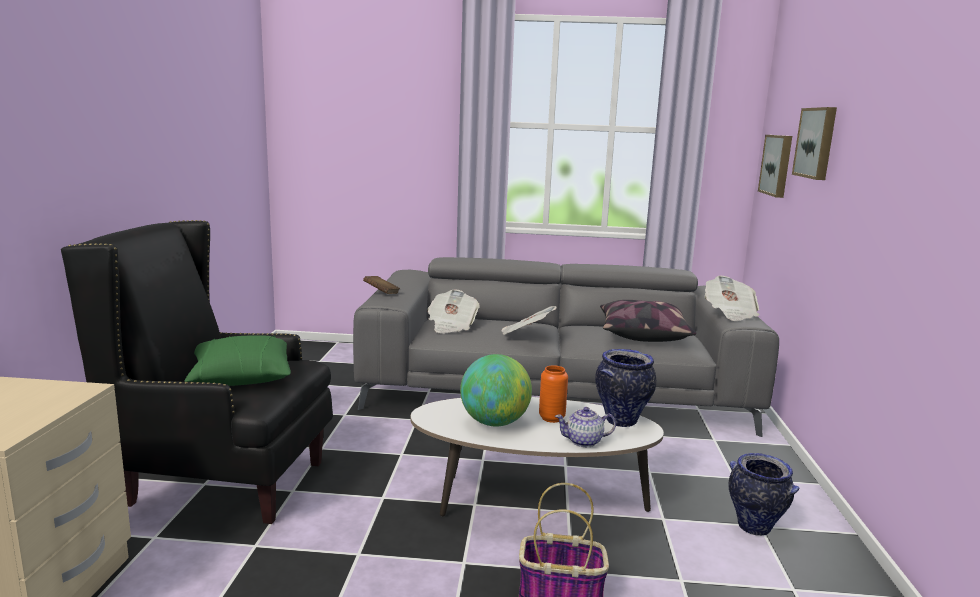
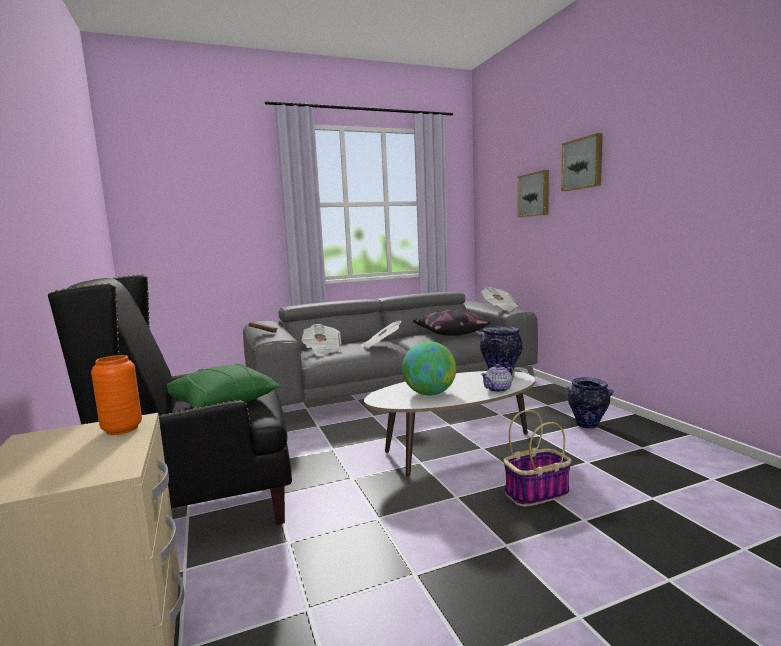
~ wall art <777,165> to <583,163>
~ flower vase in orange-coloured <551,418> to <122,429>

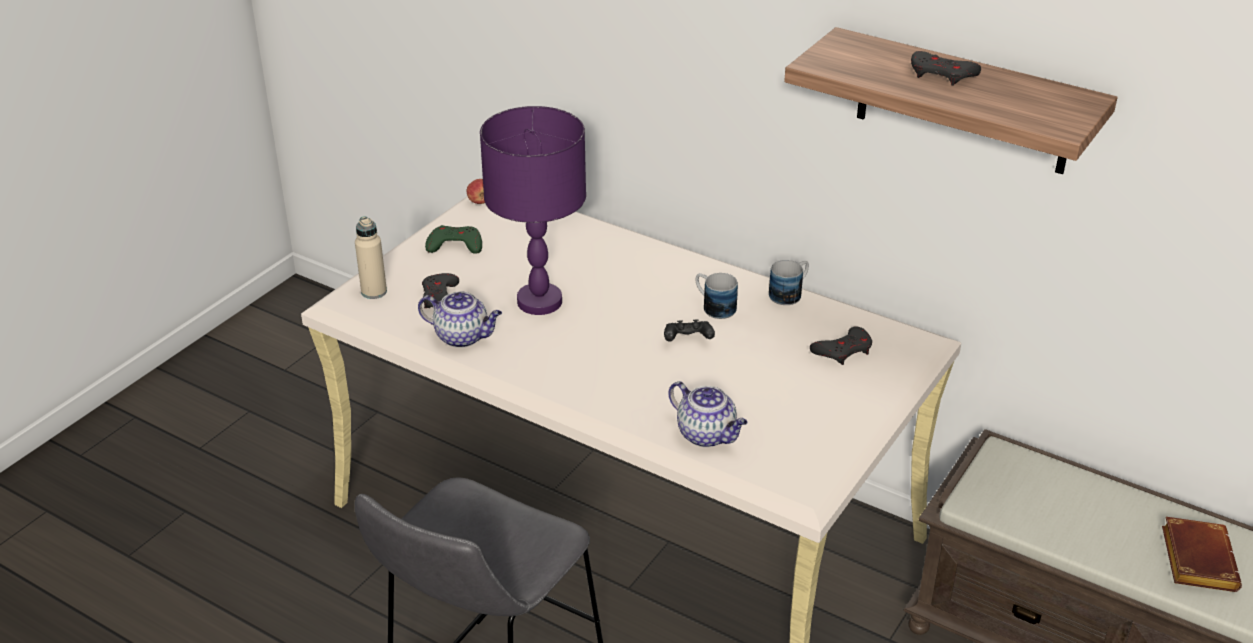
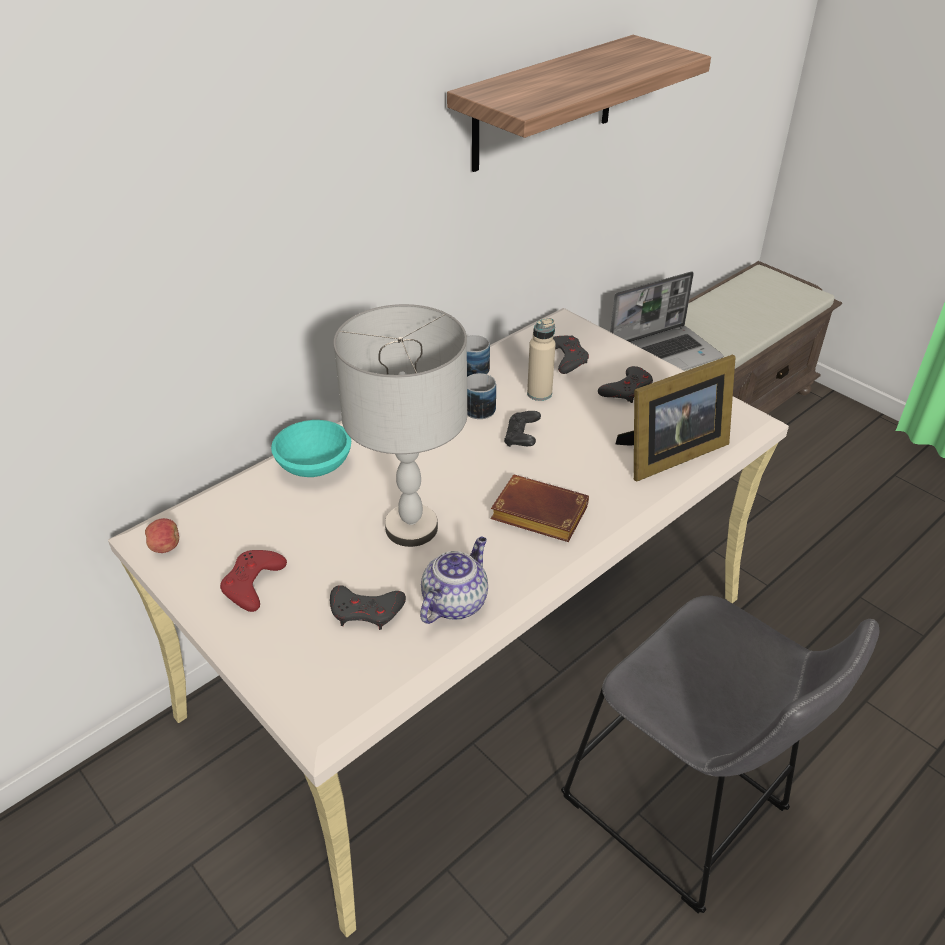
~ gamepad in grey <941,74> to <627,389>
~ tabletop lamp in purplish <540,302> to tabletop lamp in grey <412,527>
~ beverage bottle in sand-coloured <374,292> to <539,393>
~ gamepad in green <455,245> to gamepad in red-coloured <252,583>
~ tea pot <707,435> to photo frame <669,454>
~ book in brown-coloured <1195,558> to <536,515>
+ portable computer <665,354>
+ deep dish in turquoise <316,465>

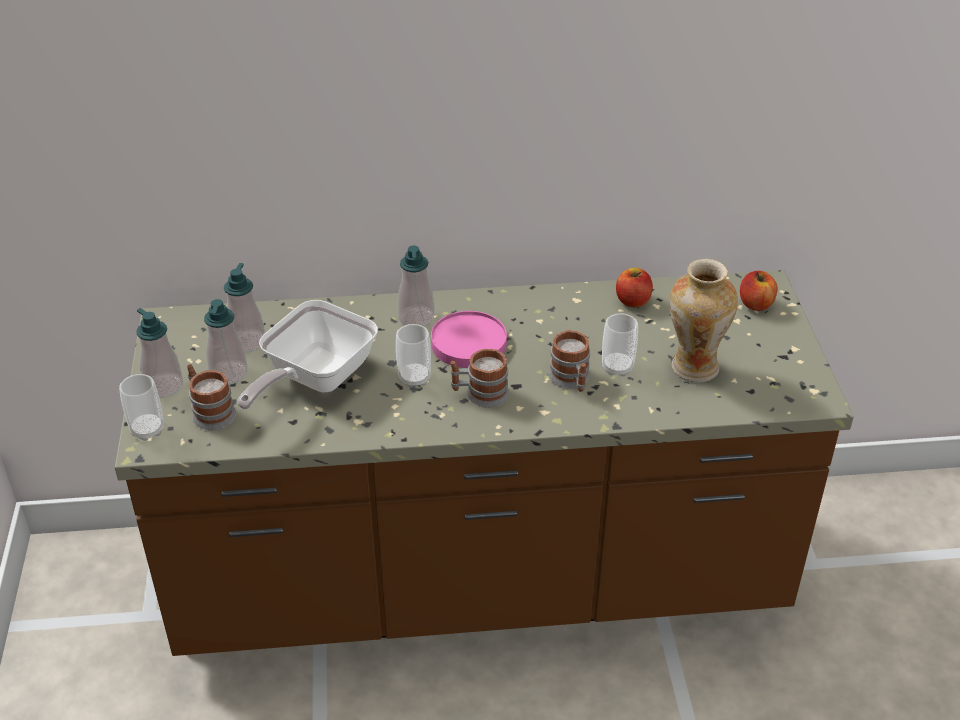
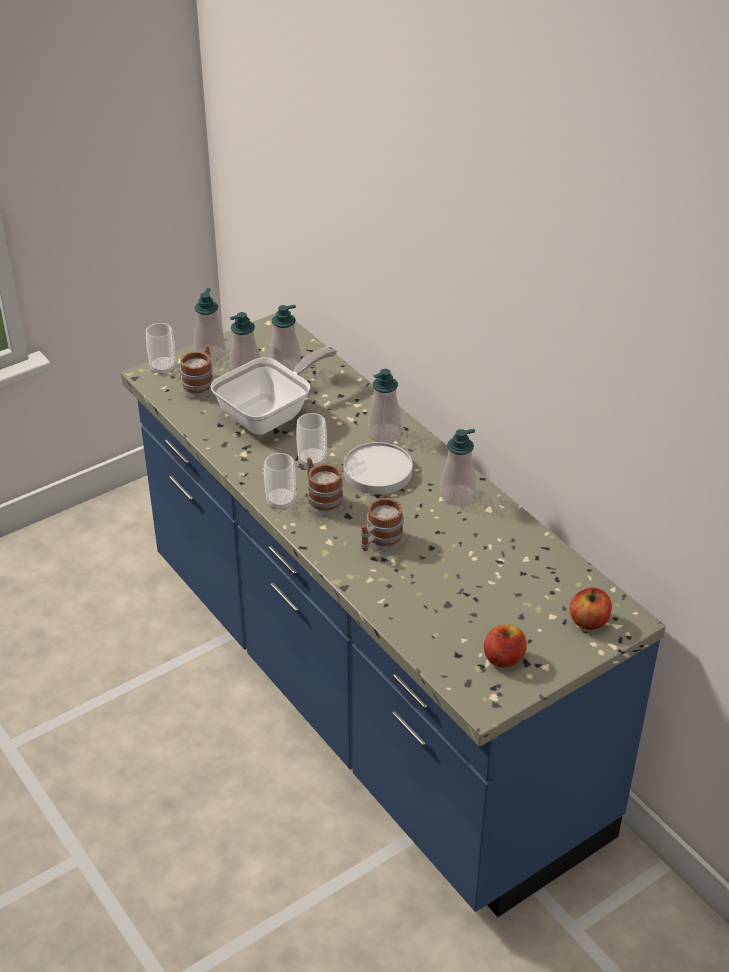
- flower vase <693,368>
~ whole apple <632,301> to <503,658>
~ kitchen base unit in brown-coloured <480,584> to kitchen base unit in bluish <364,695>
~ pan <313,379> = <271,415> 135 degrees clockwise
~ dinner plate in pink-coloured <469,343> to dinner plate in white <377,472>
~ small cup <617,367> to <281,502>
+ liquid soap bottle <457,496>

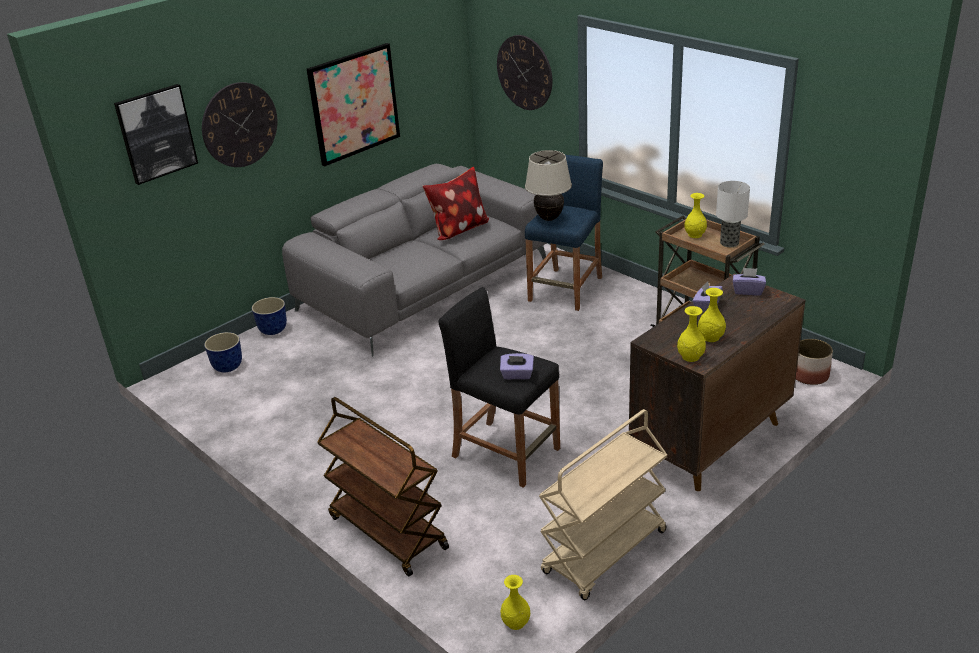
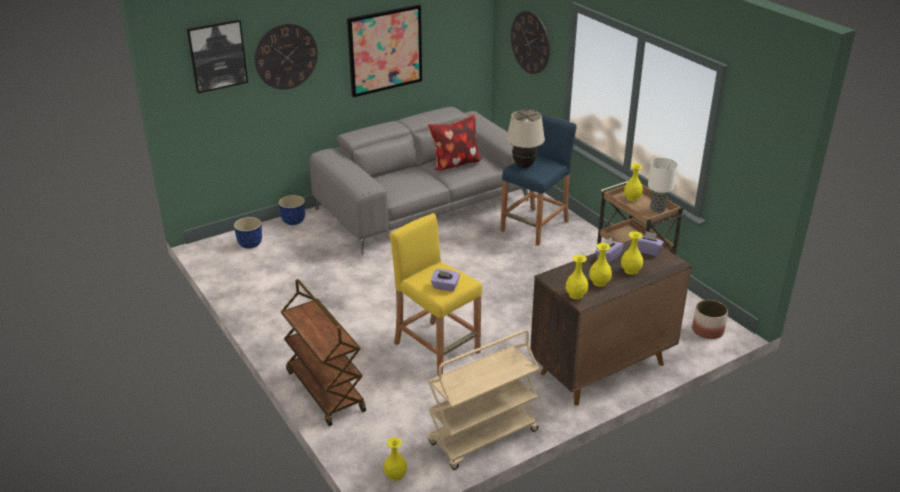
~ stool seat in blackish <506,452> to stool seat in yellow-coloured <436,348>
+ flower vase in yellow-coloured <630,270>

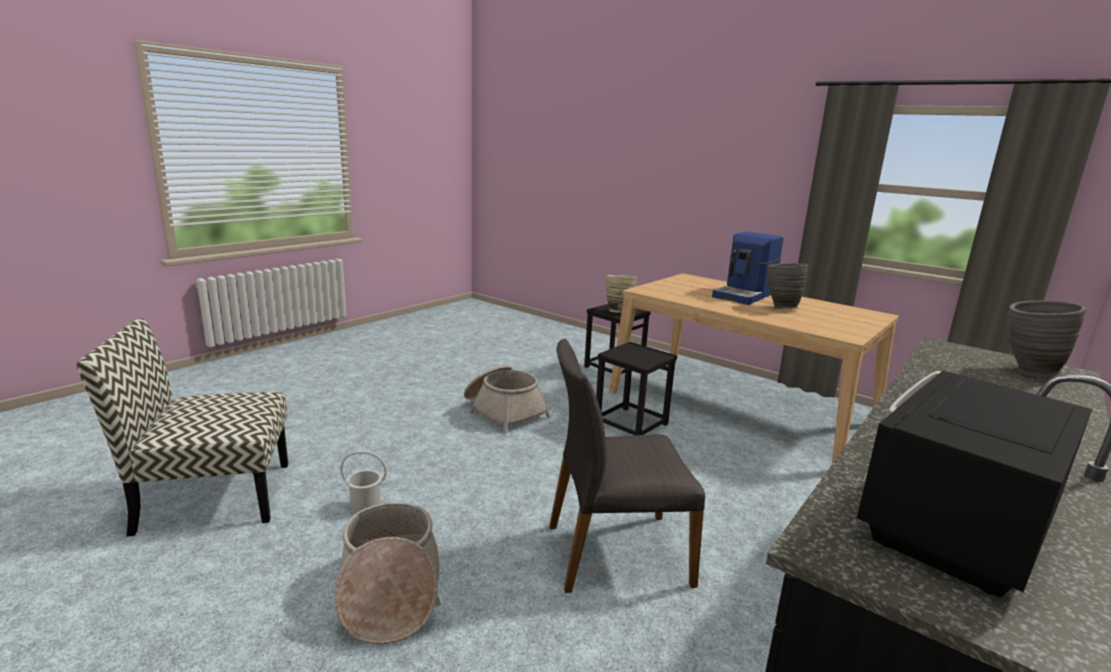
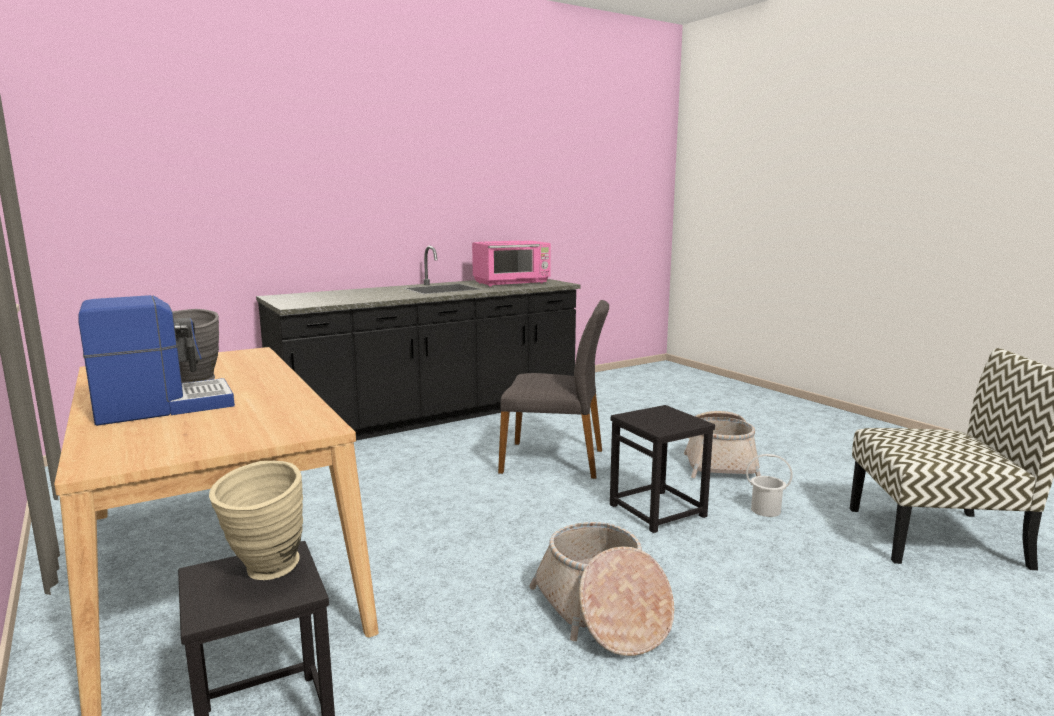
- flower vase in grey <1026,372>
~ stool seat in blackish <630,424> to <658,510>
~ microwave in blackish <953,527> to microwave in pink-coloured <512,283>

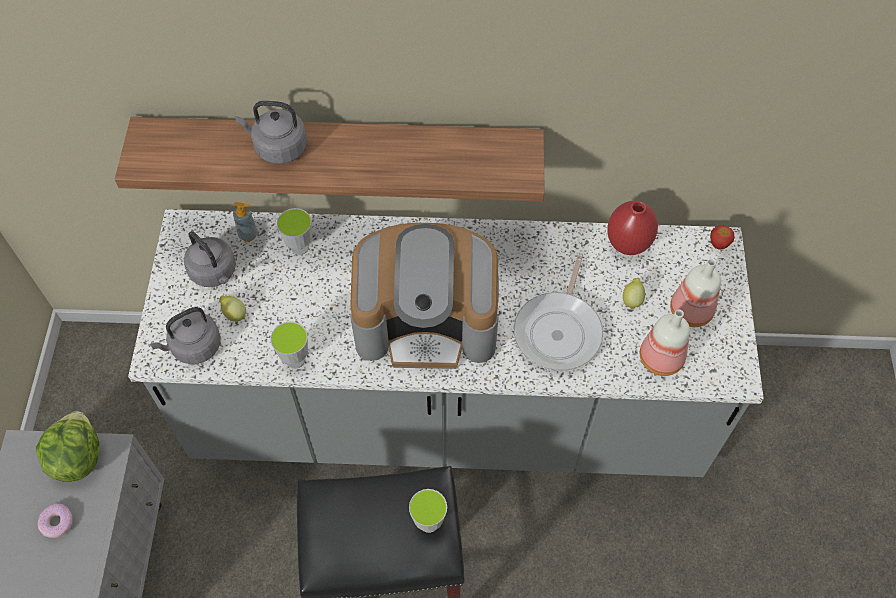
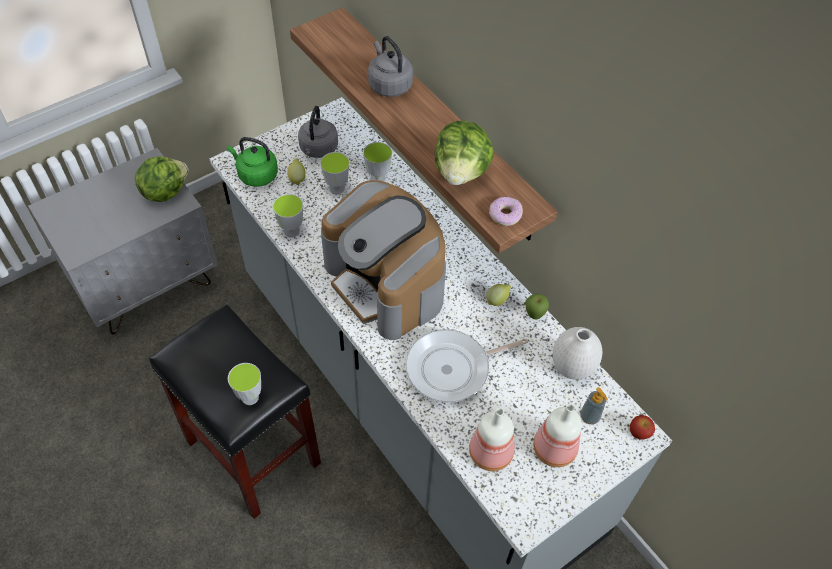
~ flower vase in red-coloured <628,245> to flower vase in white <572,368>
~ liquid soap bottle <248,234> to <589,416>
~ lemon <632,299> to <497,300>
~ water kettle in grey <194,347> to water kettle in green <256,175>
~ doughnut <57,523> to <505,215>
+ lettuce head <461,172>
+ small cup <337,188>
+ whole apple <534,316>

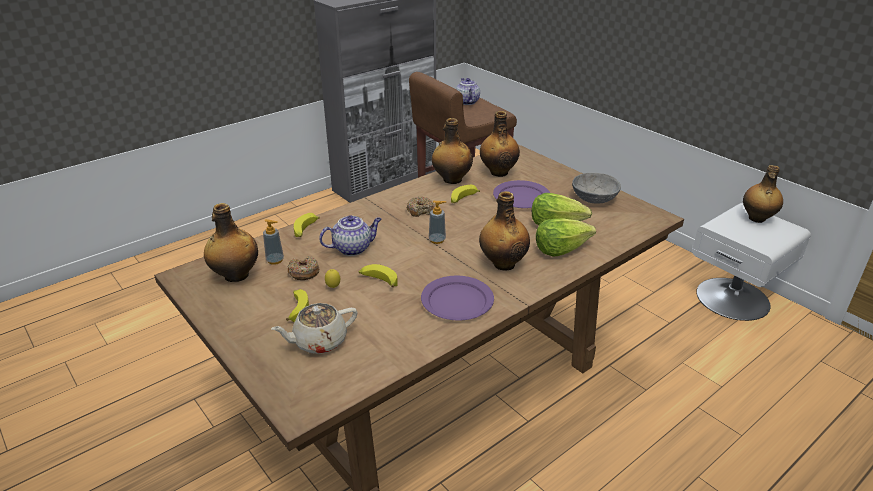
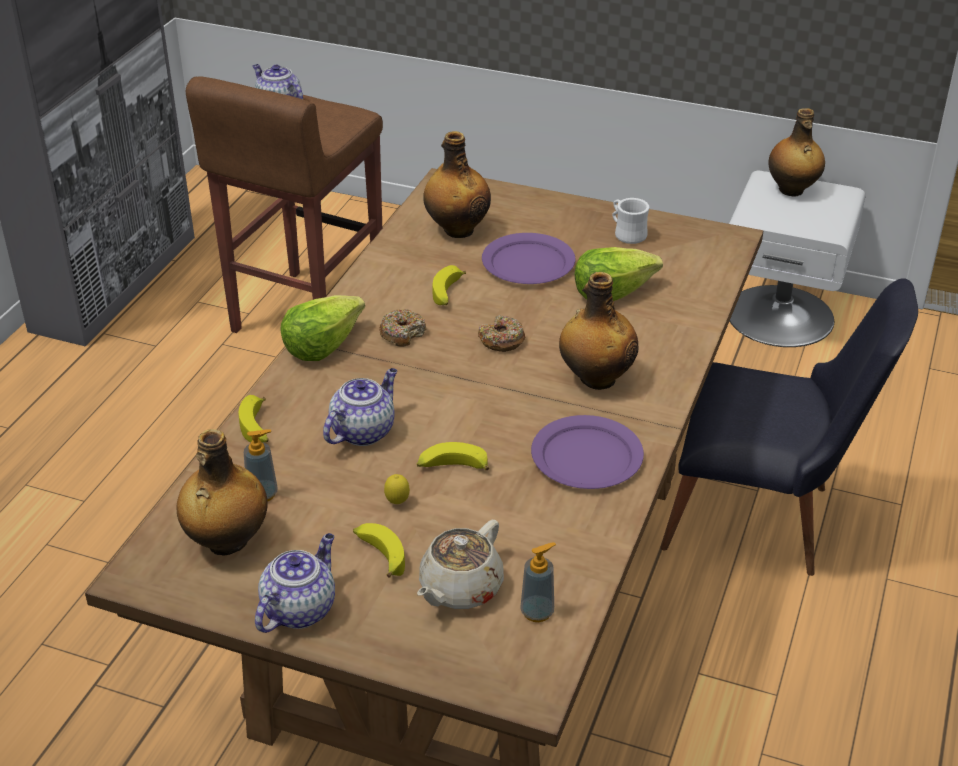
- beverage bottle <451,180>
~ deep dish in grey <593,198> to tea mug in white <627,234>
~ liquid soap bottle <437,240> to <537,612>
~ lettuce head <560,249> to <322,345>
~ doughnut <303,272> to <501,340>
+ upright chair in blackish <764,522>
+ tea pot <299,608>

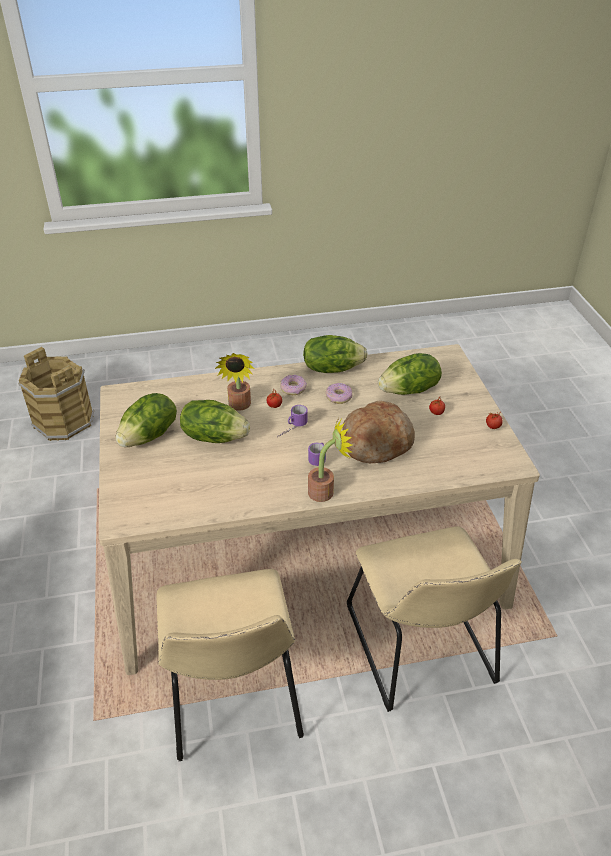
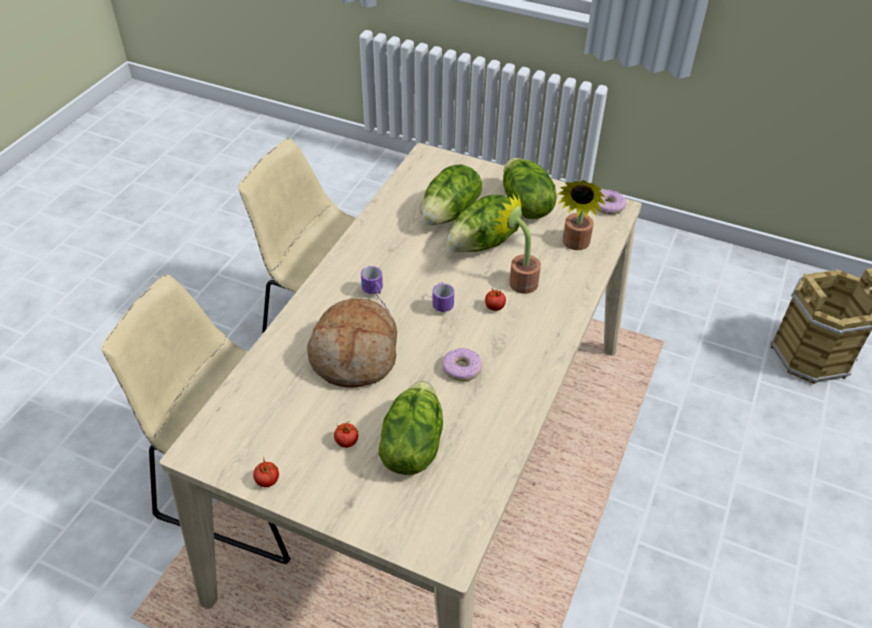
~ lettuce head <332,368> to <451,214>
~ doughnut <293,388> to <608,206>
~ plant in a pot <326,491> to <575,245>

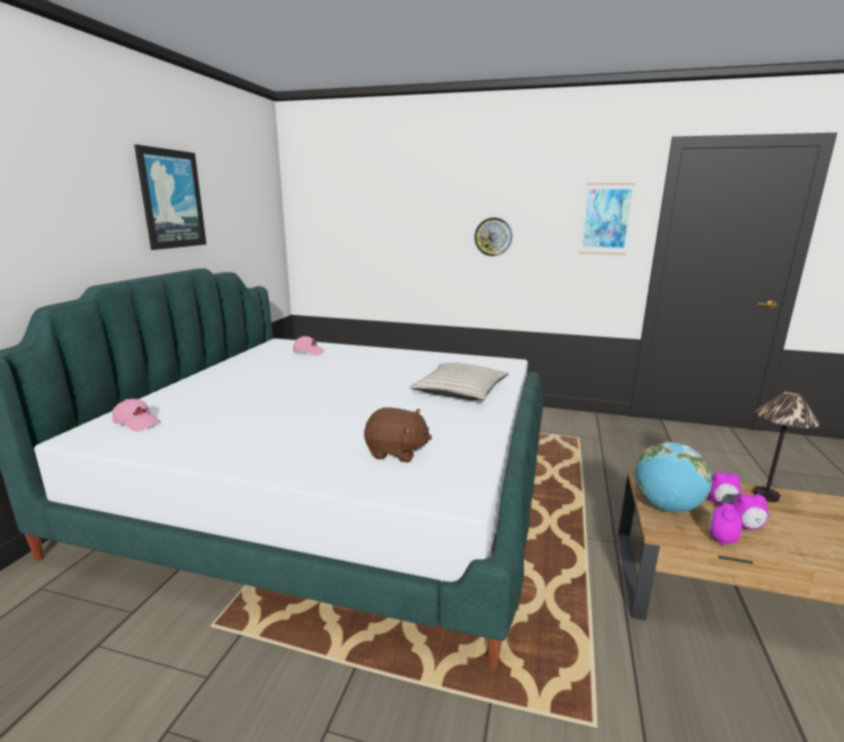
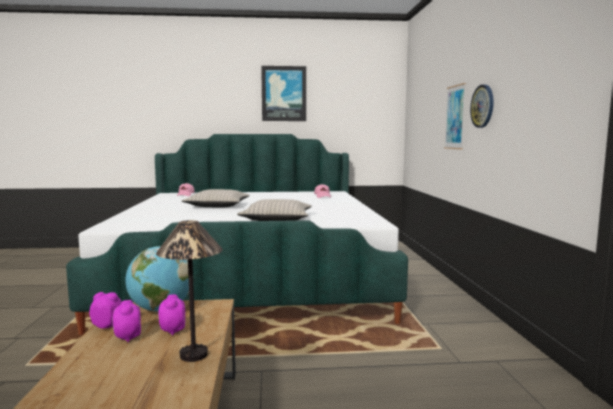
~ wall art <606,219> to <455,117>
- cuddly toy in brown-coloured <396,452>
+ pillow in sand-coloured <217,206>

